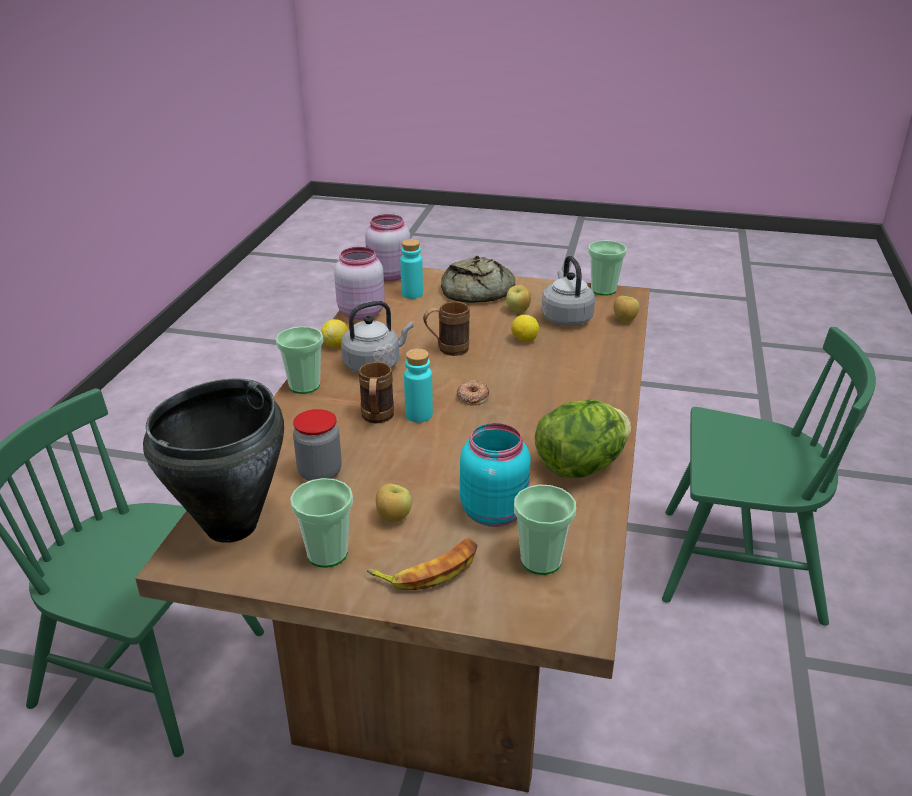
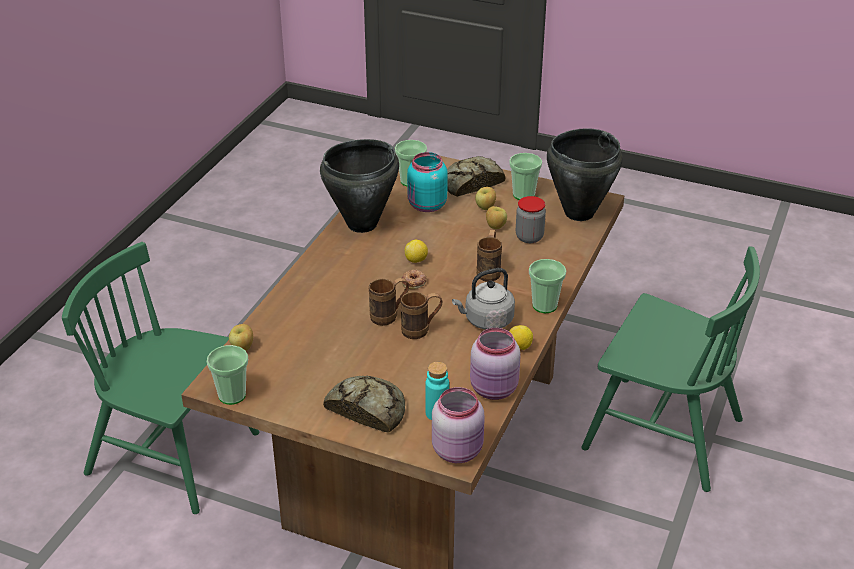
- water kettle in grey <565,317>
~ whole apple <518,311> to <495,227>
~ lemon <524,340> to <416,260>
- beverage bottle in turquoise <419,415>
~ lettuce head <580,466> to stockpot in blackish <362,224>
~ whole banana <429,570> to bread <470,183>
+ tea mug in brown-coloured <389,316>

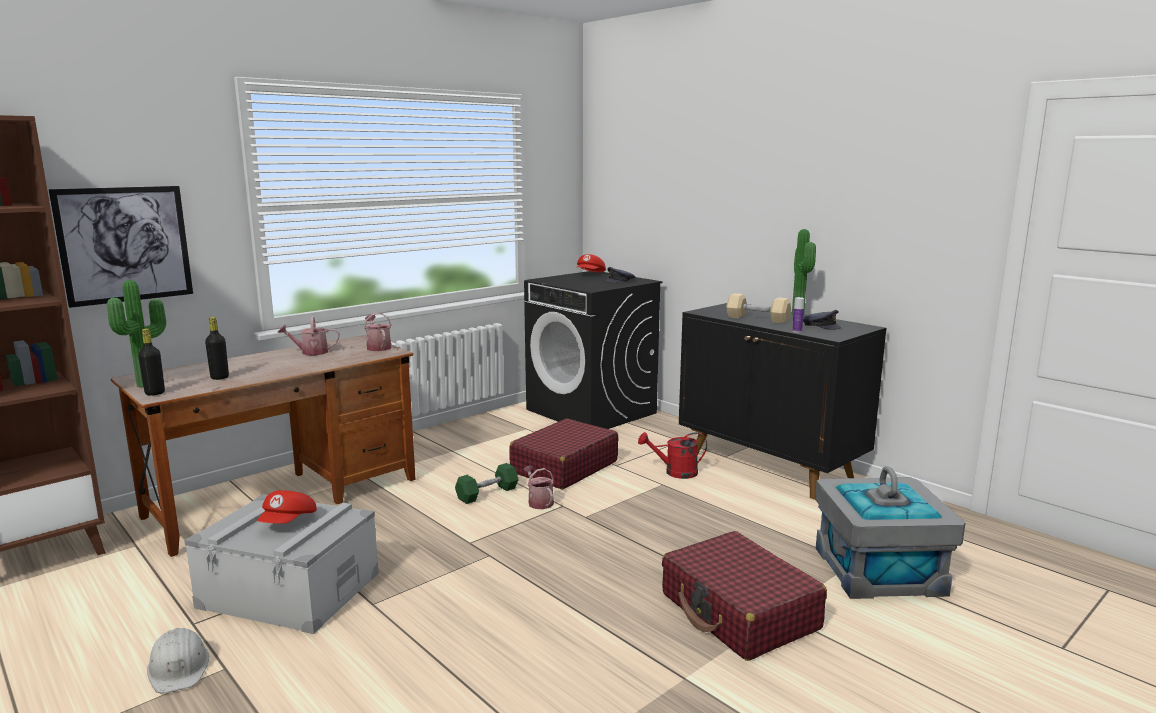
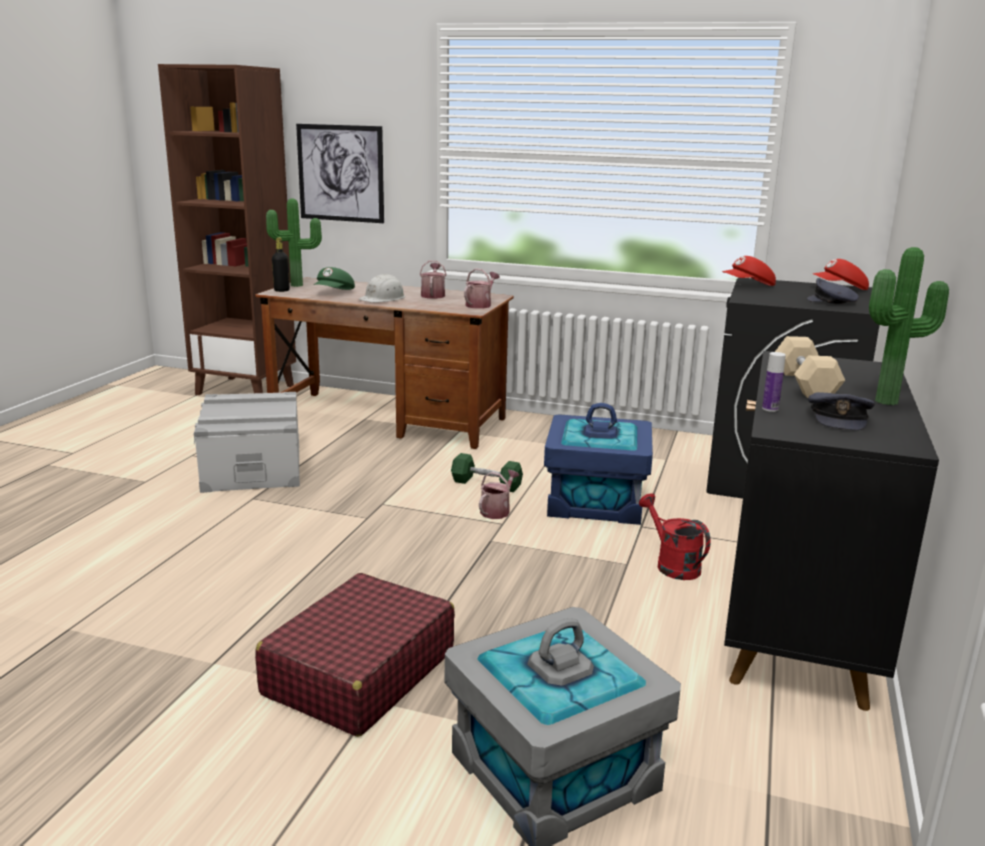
~ watering pot <310,352> = <433,295> 45 degrees clockwise
~ beverage bottle in blackish <219,377> to peaked cap in green <334,293>
~ suitcase in red-coloured <564,467> to storage bin in bluish <595,501>
~ peaked cap in red-coloured <288,522> to <748,286>
~ work helmet in white <179,668> to <383,298>

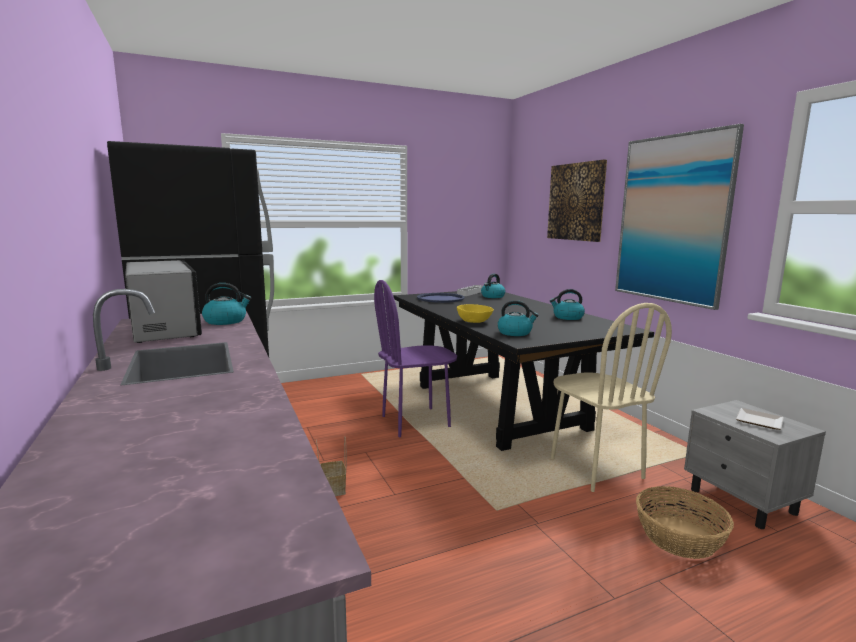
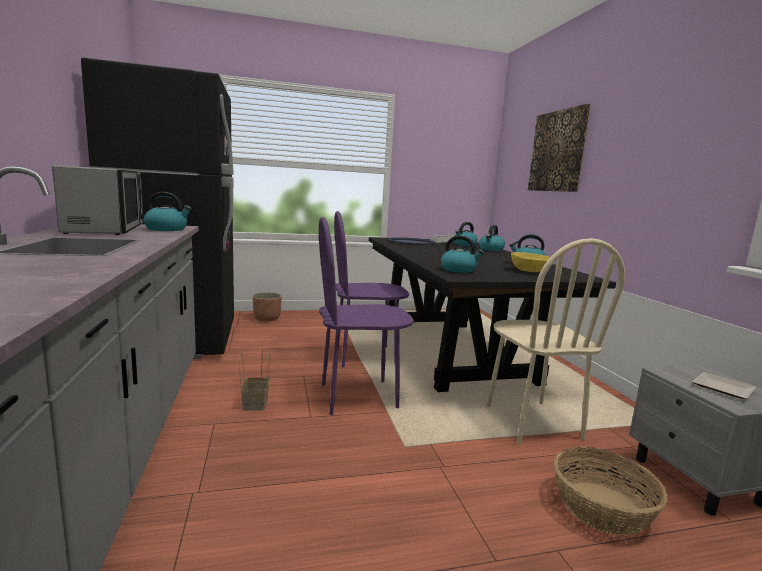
- wall art <672,219>
~ deep dish in yellow-coloured <474,321> to <529,271>
+ upright chair in purplish <358,396>
+ water kettle <491,249>
+ flower pot <267,319>

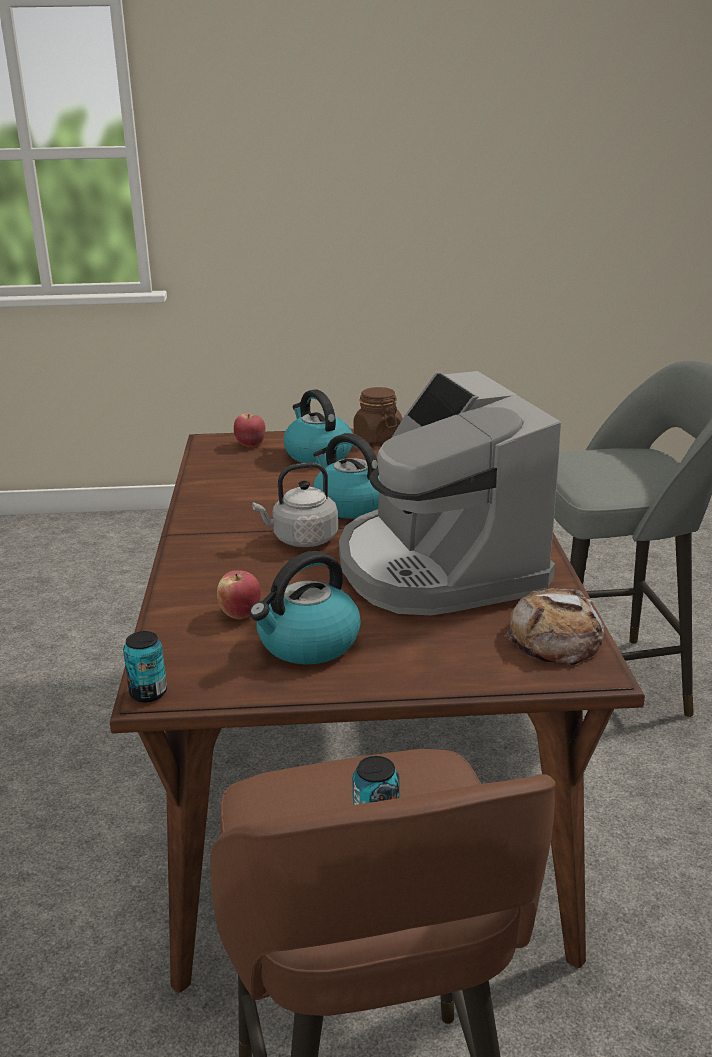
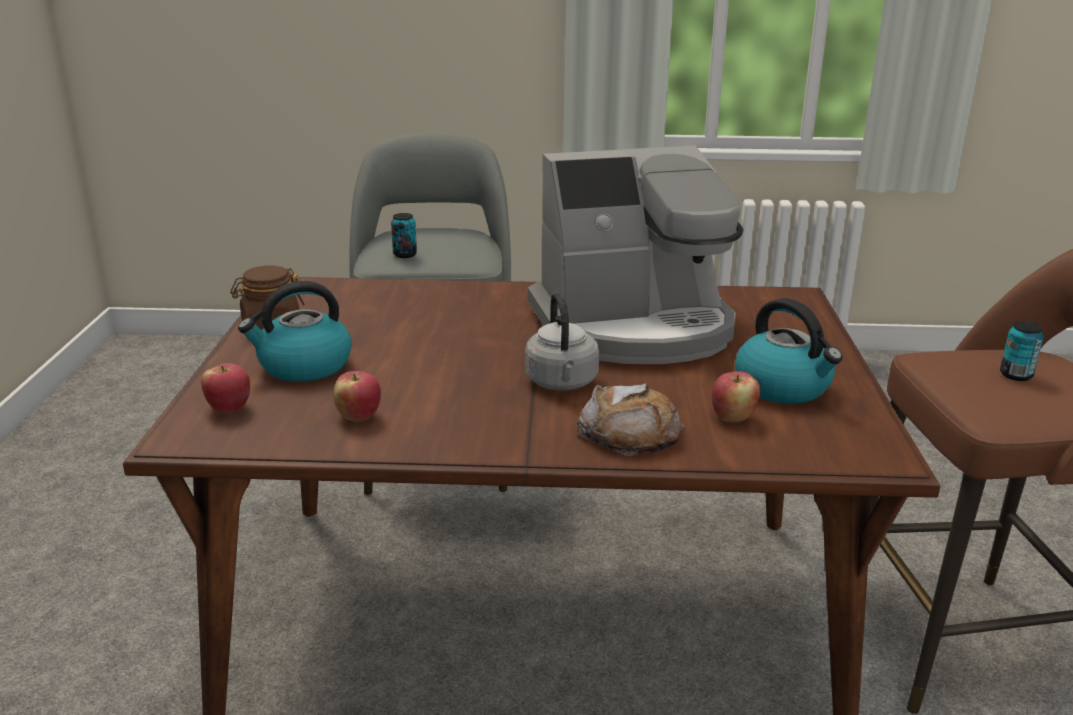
- water kettle <350,505>
~ bread <556,638> to <630,431>
~ metal can <148,693> to <405,254>
+ whole apple <358,417>

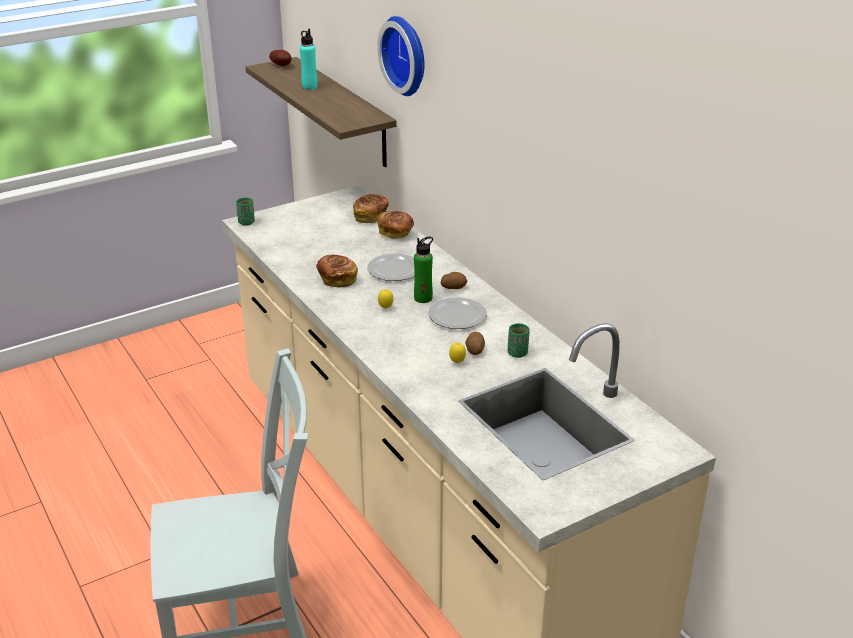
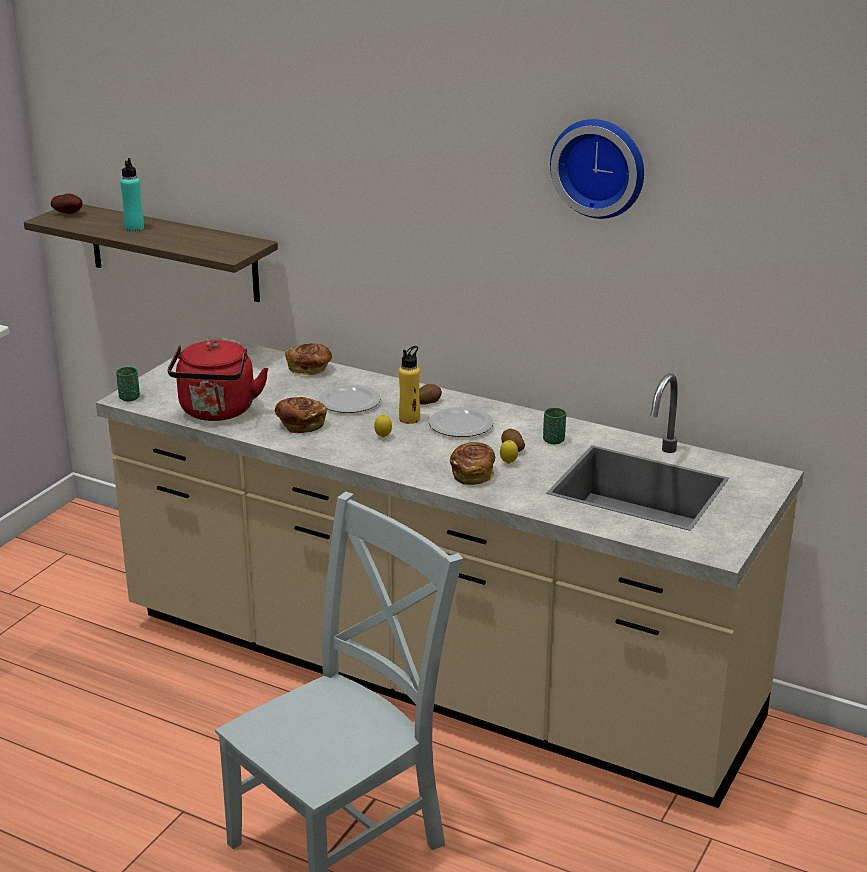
~ hanging clock <407,55> to <600,166>
~ bread <371,217> to <473,474>
~ beverage bottle in green <423,298> to beverage bottle in yellow-coloured <409,419>
+ water kettle in red-coloured <217,412>

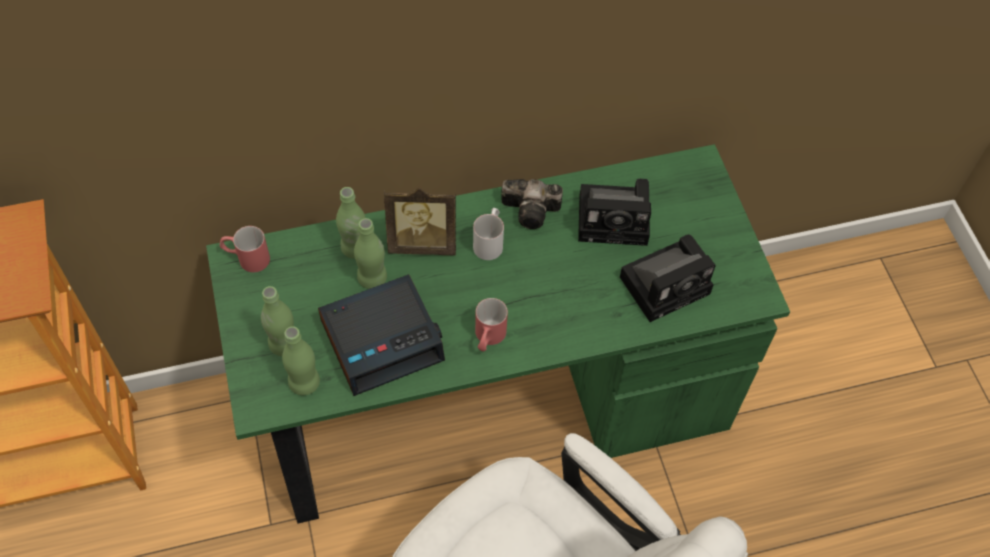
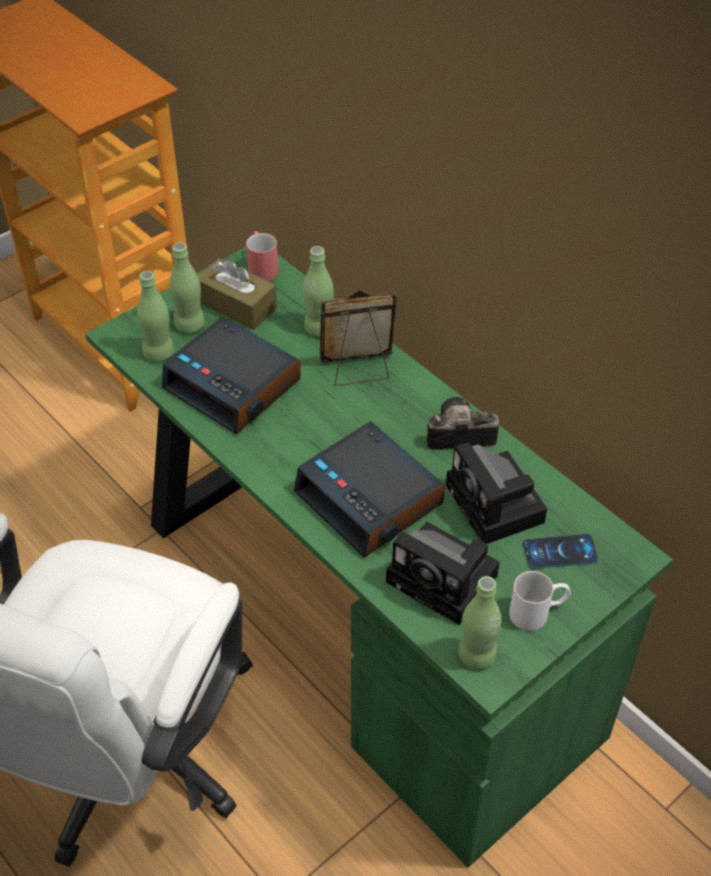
~ photo camera <533,211> = <456,435> 105 degrees clockwise
~ photo frame <422,242> = <358,370> 105 degrees clockwise
~ tea mug in white <489,241> to <538,612>
~ beverage bottle in green <372,278> to <476,655>
- tea mug in red-coloured <488,338>
+ box of tissues in brown-coloured <237,305>
+ table clock <371,499>
+ phone <560,552>

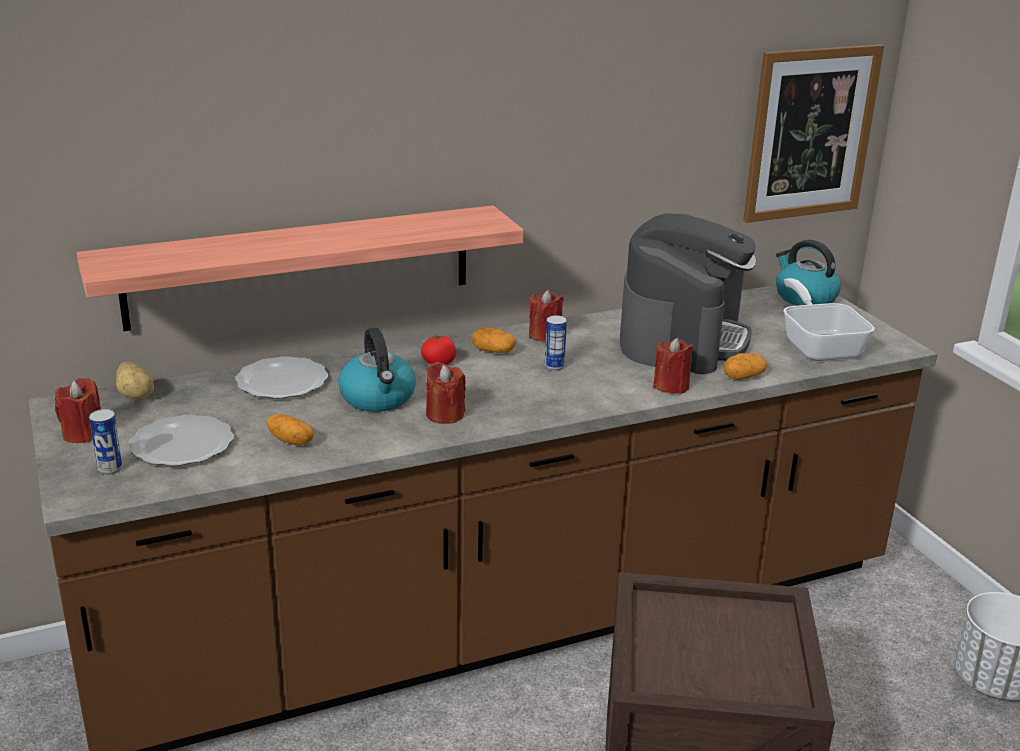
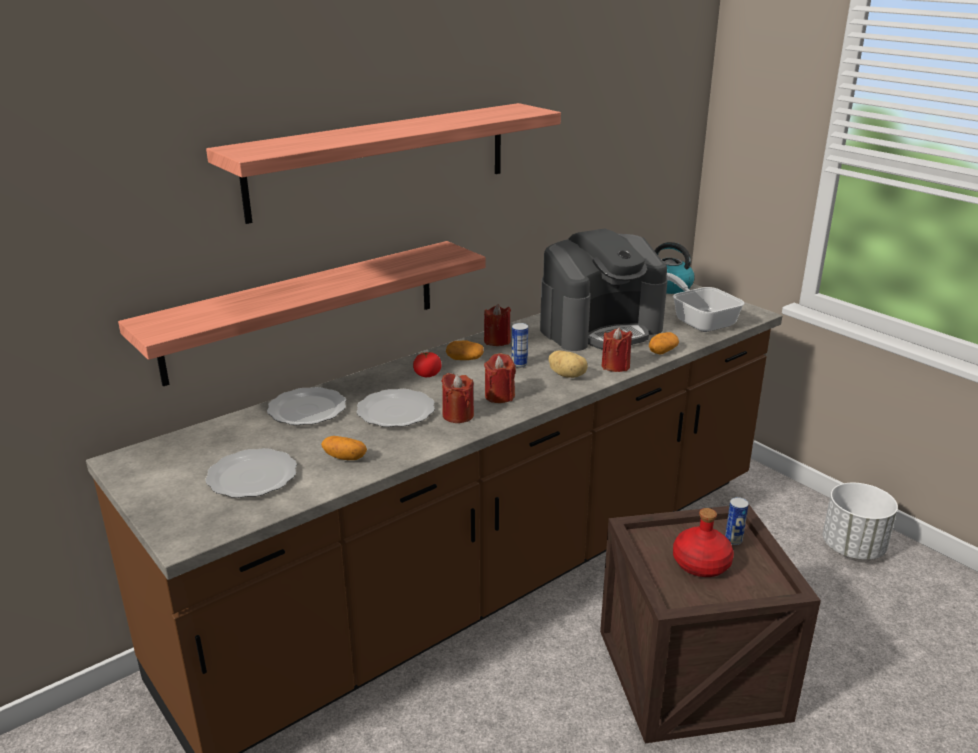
- wall art <810,133>
~ coffee machine <682,338> = <600,328> 60 degrees clockwise
~ water kettle <378,398> to dinner plate <396,411>
~ spud <136,395> to <567,375>
~ wax light in red-coloured <83,433> to <499,396>
~ metal can <110,469> to <733,540>
+ bracket shelf <382,160>
+ beverage bottle in red-coloured <701,564>

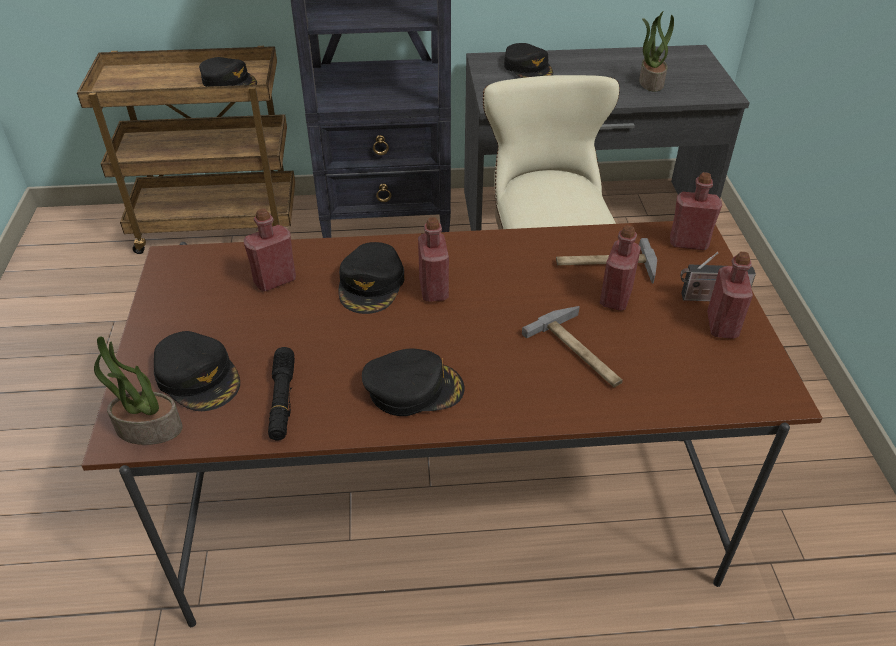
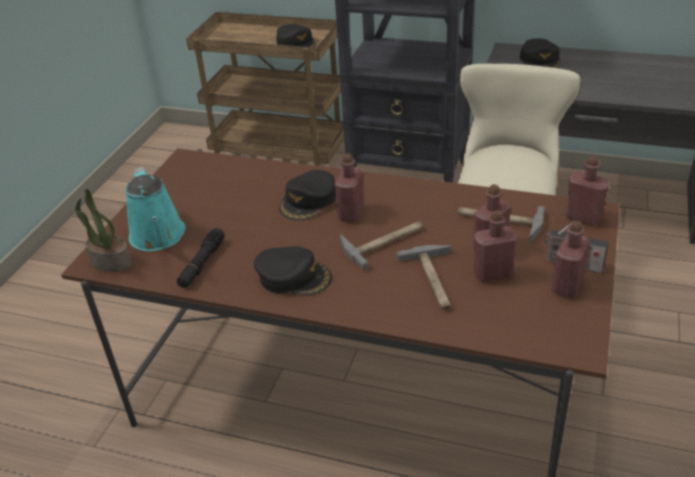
- plant in a pot <650,82>
~ beverage bottle in red-coloured <275,280> to <492,274>
~ peaked cap in blackish <198,377> to watering pot in turquoise <158,237>
+ tool hammer <384,241>

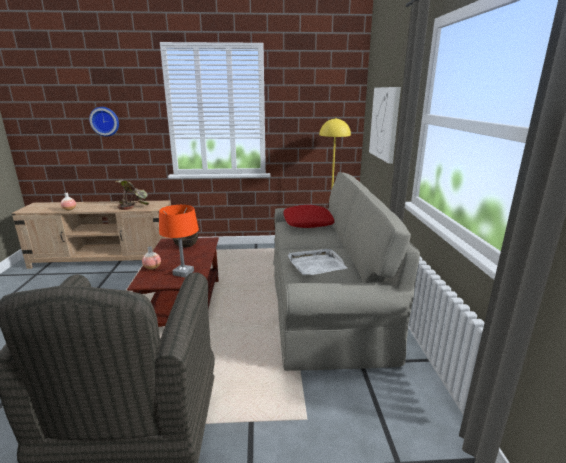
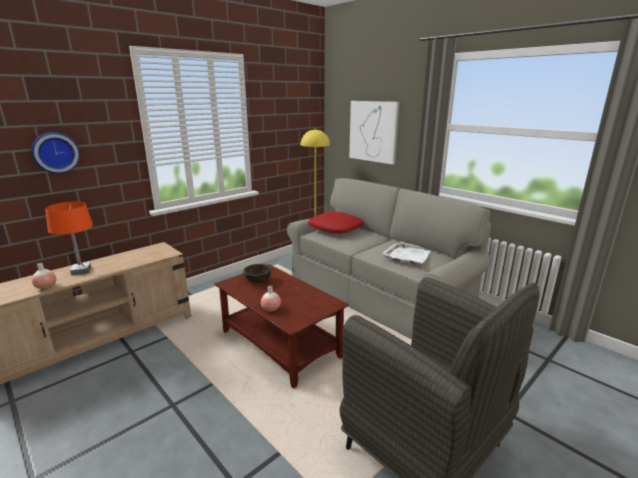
- plant in a pot <134,205>
~ tabletop lamp in orange-coloured <183,273> to <81,271>

